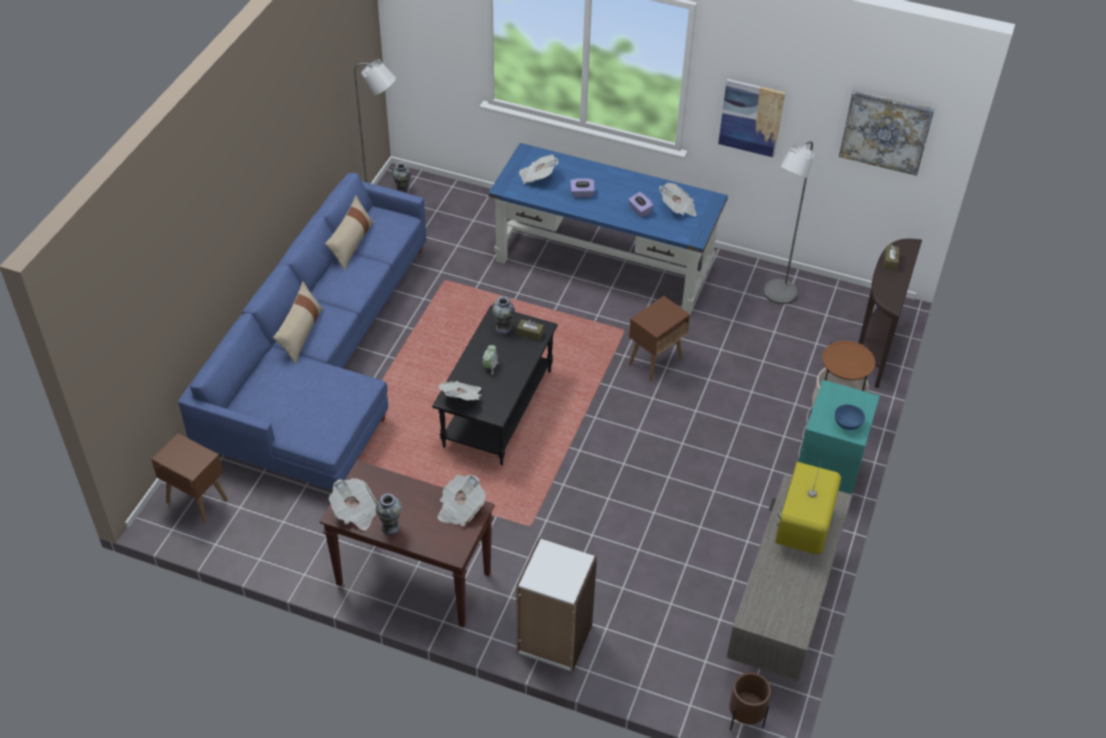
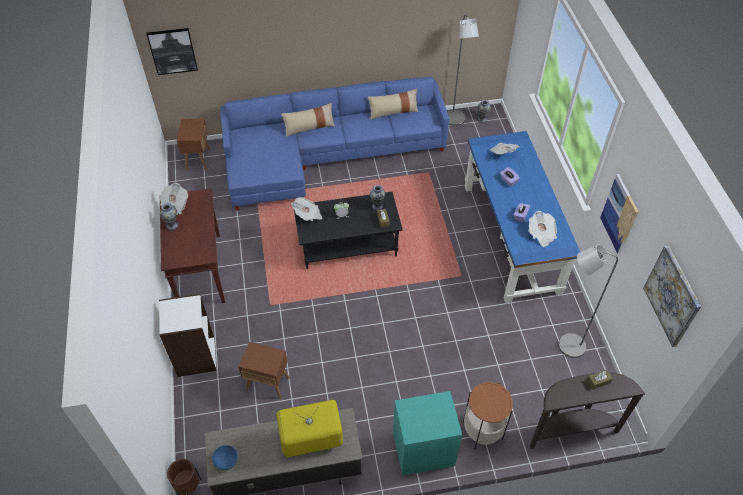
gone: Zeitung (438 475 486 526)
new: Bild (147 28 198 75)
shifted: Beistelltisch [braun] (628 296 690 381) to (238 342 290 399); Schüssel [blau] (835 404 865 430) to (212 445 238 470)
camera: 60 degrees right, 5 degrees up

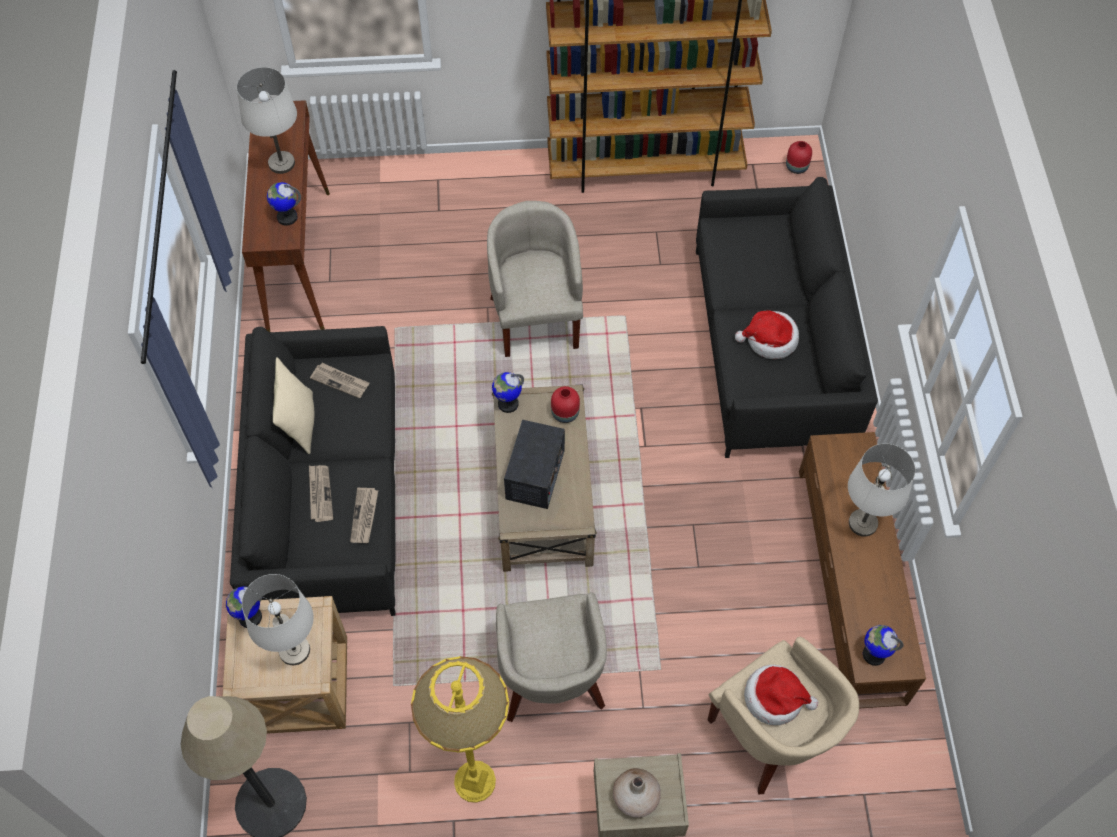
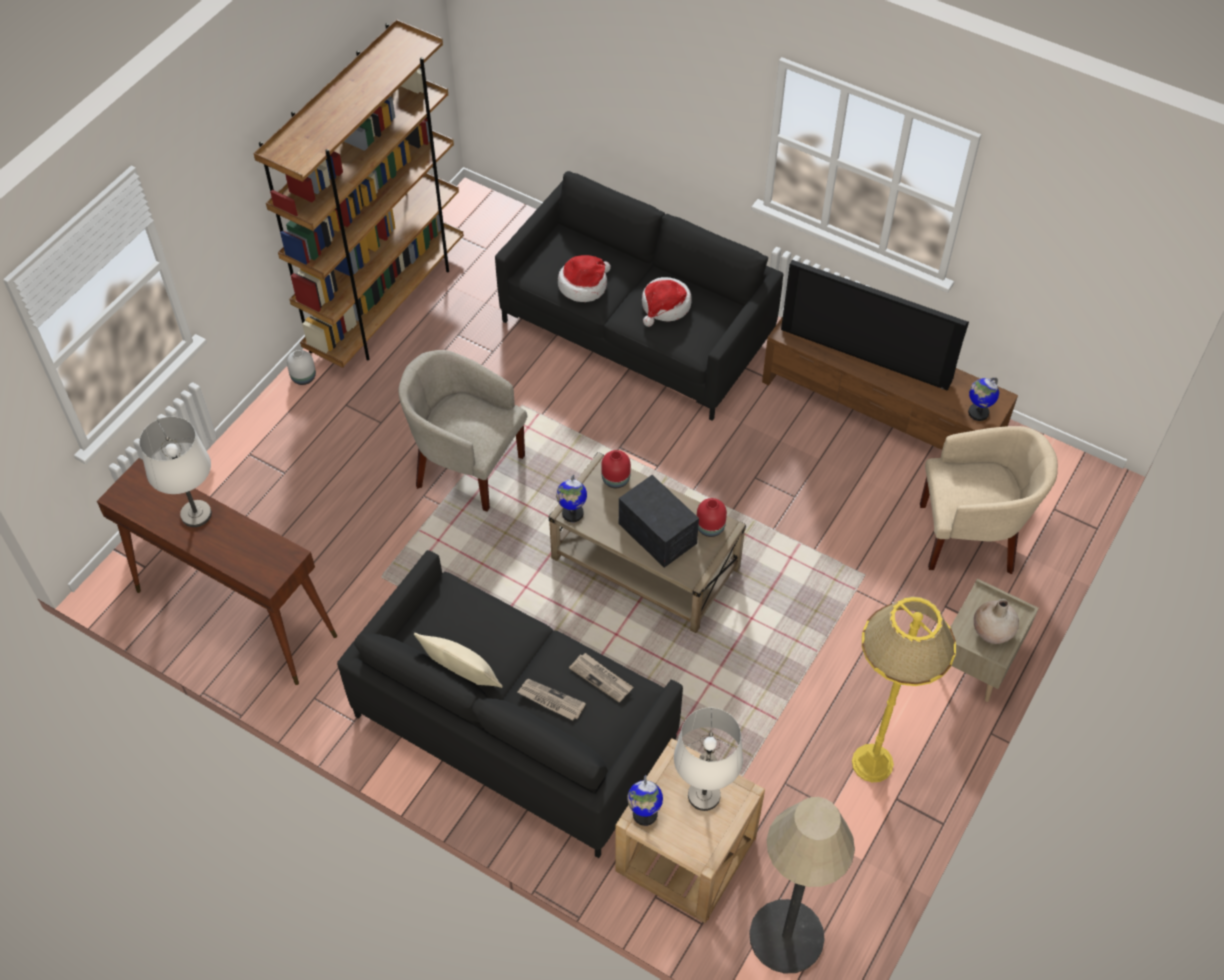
gone: Globus (267 182 301 226); Zeitung (310 363 369 398); Sessel [beige] (496 592 607 722)
new: Vase [weiß] (287 350 316 385)
shifted: Vase [rot] (786 141 812 174) to (697 498 727 537); Hut (744 665 818 725) to (558 255 611 302)
swapped: Tischlampe [weiß] (848 443 915 536) to Fernseher (781 260 969 391)
camera: 55 degrees left, 5 degrees down

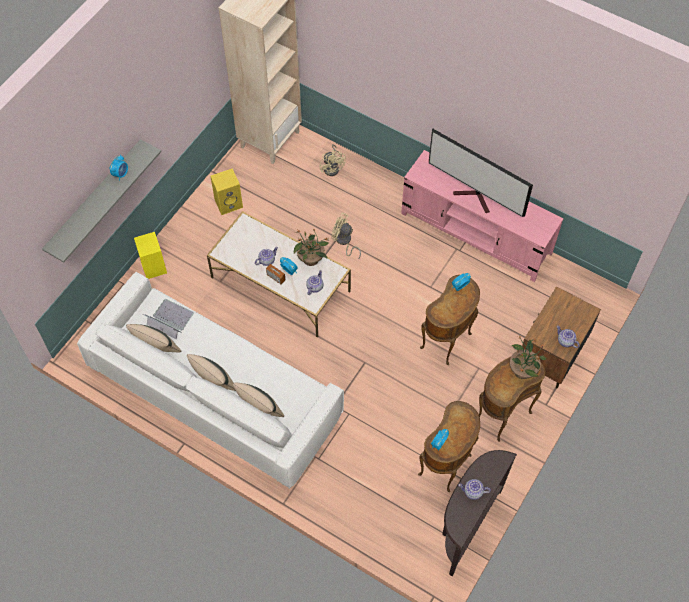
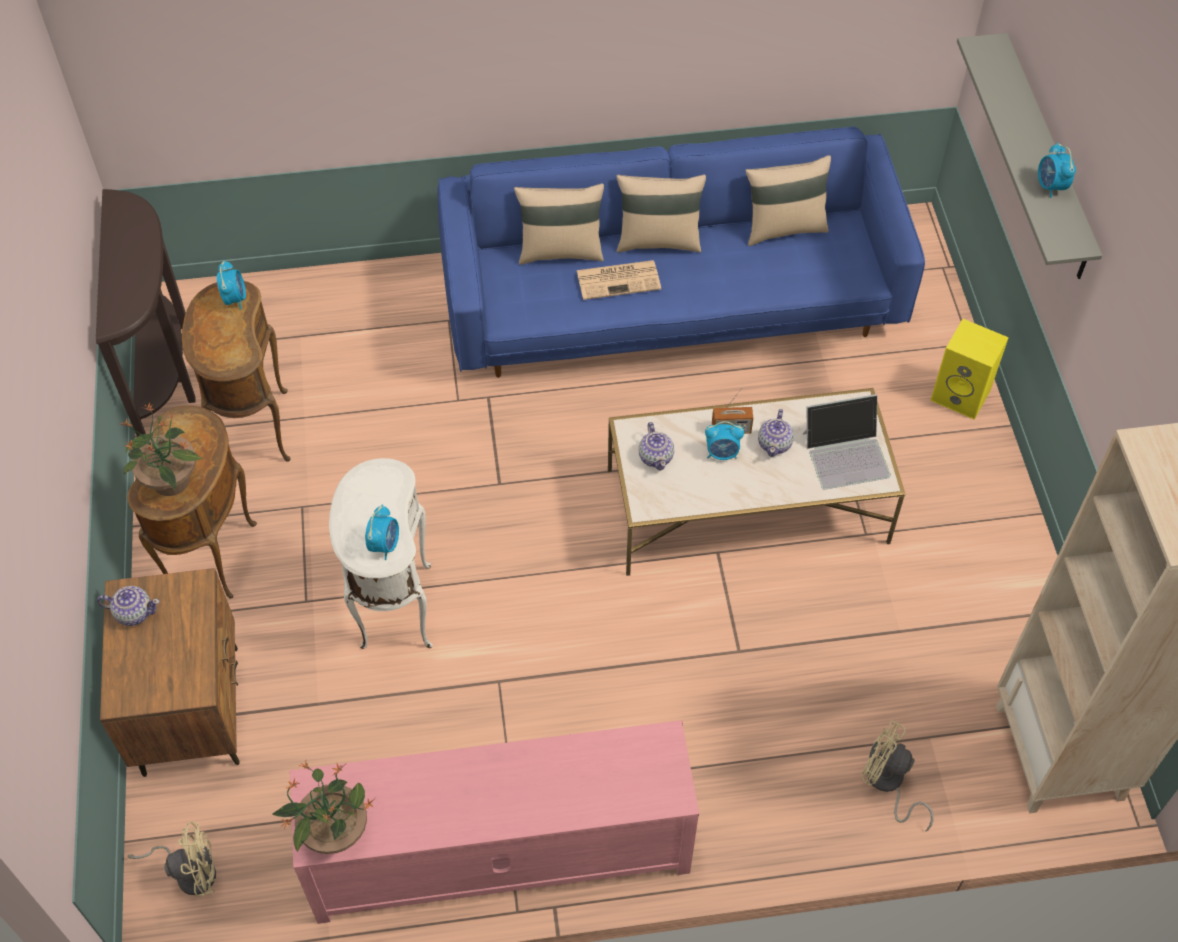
gone: Fernseher (429 128 533 217); Lautsprecher [gelb] (210 168 243 215); Teekanne (458 479 491 500)
new: Zeitung (577 260 661 300)
shifted: Ventilator [beige] (331 213 361 259) to (128 822 216 897); Topfpflanze (294 229 329 266) to (272 761 373 854); Laptop (143 299 194 339) to (803 394 891 490)
repainted: Sofa [weiß] (77 272 344 489) to Sofa [blau] (437 127 925 378); Beistelltisch [braun] (420 275 480 365) to Beistelltisch [weiß] (329 458 433 649)
camera: 140 degrees right, 5 degrees down

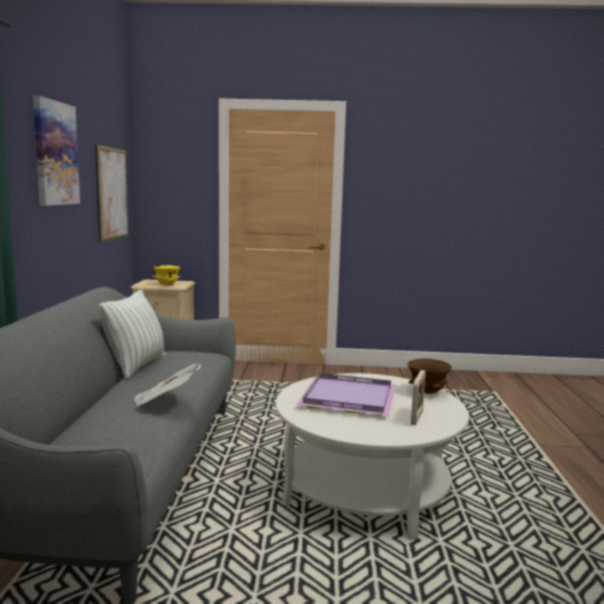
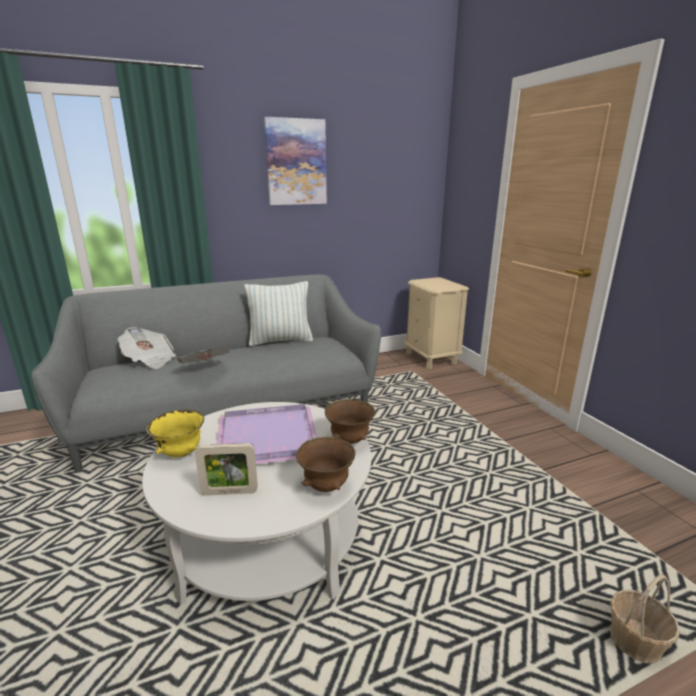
gone: Bild (96 145 129 242)
new: Zeitung (118 327 176 369); Schüssel [braun] (325 399 375 444); Korb (610 574 680 663)
shifted: Schüssel [gelb] (153 265 181 285) to (146 409 204 457)
camera: 65 degrees right, 10 degrees up

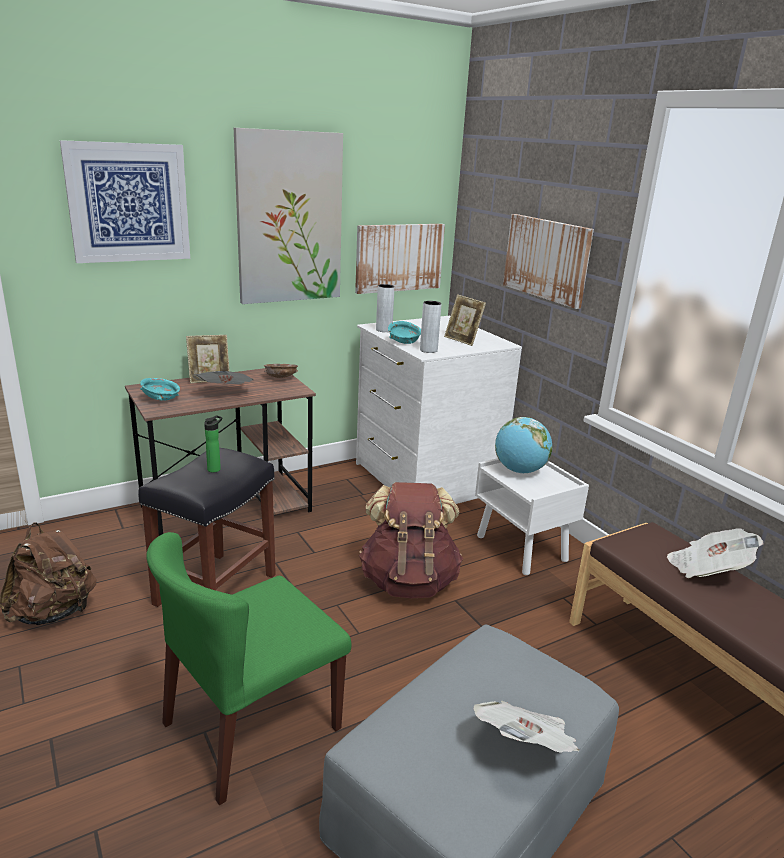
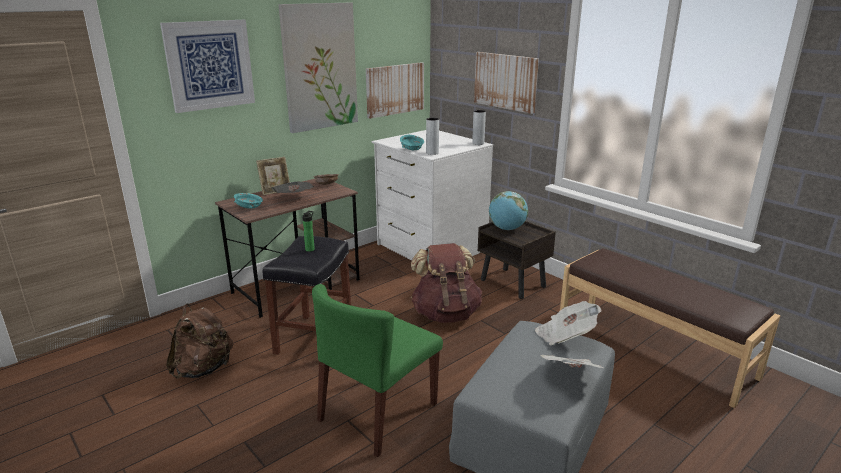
gone: Bilderrahmen (444 294 486 346)
shifted: Vase [grau] (376 284 395 332) to (472 110 486 145); Zeitung (667 528 764 578) to (535 301 602 345)
repainted: Nachttisch [weiß] (475 458 589 575) to Nachttisch [braun] (478 221 556 299)
camera: 10 degrees left, 0 degrees up

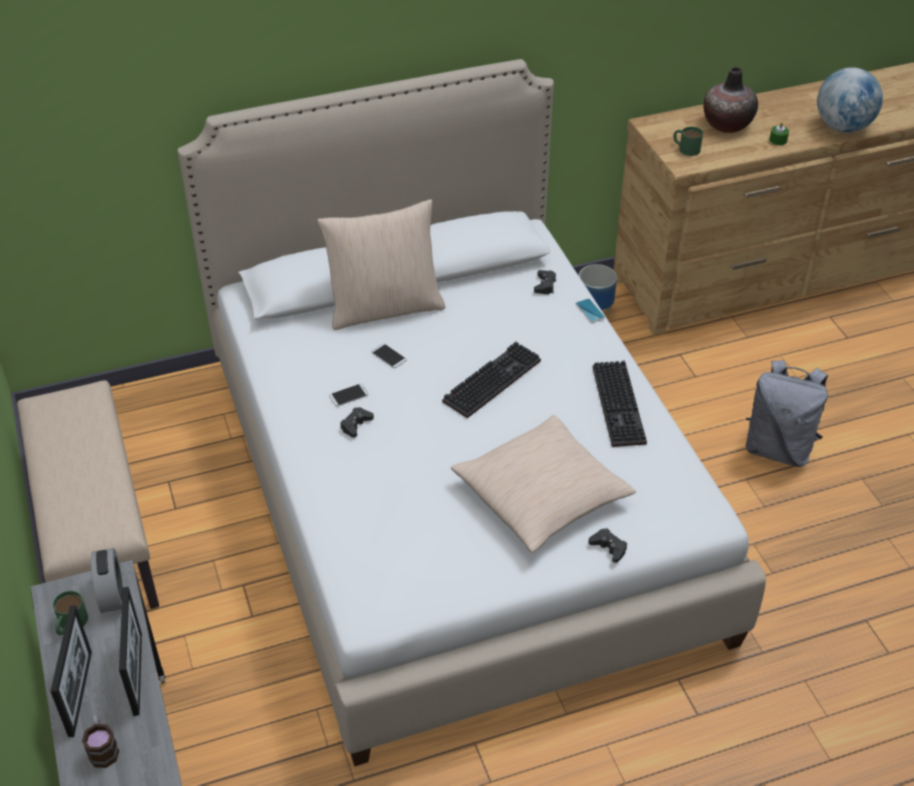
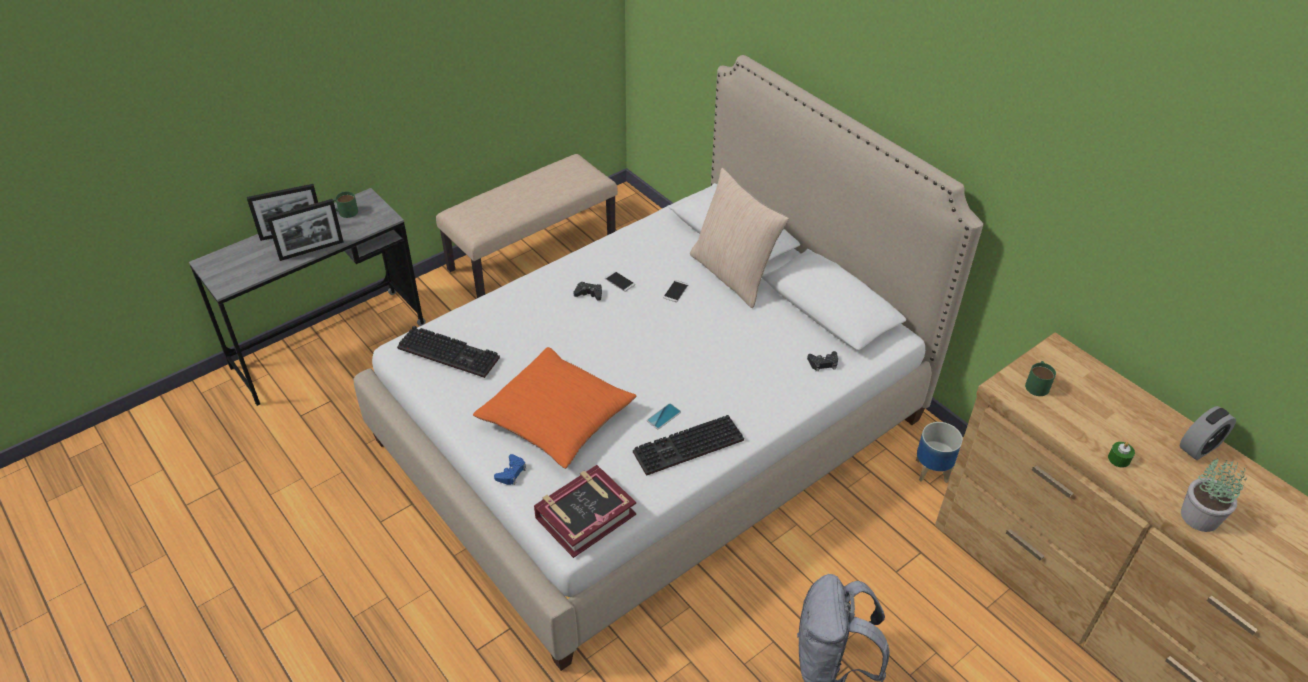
gone: Vase (703 67 758 133); Henkelbecher (82 715 119 768)
new: Buch (534 465 636 558)
shifted: Handy (575 299 605 323) to (647 403 681 429); Tastatur (442 342 541 418) to (397 325 500 378); Wecker (91 548 123 613) to (1180 406 1236 460)
swapped: Globus (817 67 883 132) to Topfpflanze (1181 458 1247 532)
repainted: Kissen [beige] (451 415 636 552) to Kissen [orange] (473 347 637 469); Gamepad [schwarz] (588 528 627 563) to Gamepad [blau] (494 454 526 485)
camera: 70 degrees right, 0 degrees up

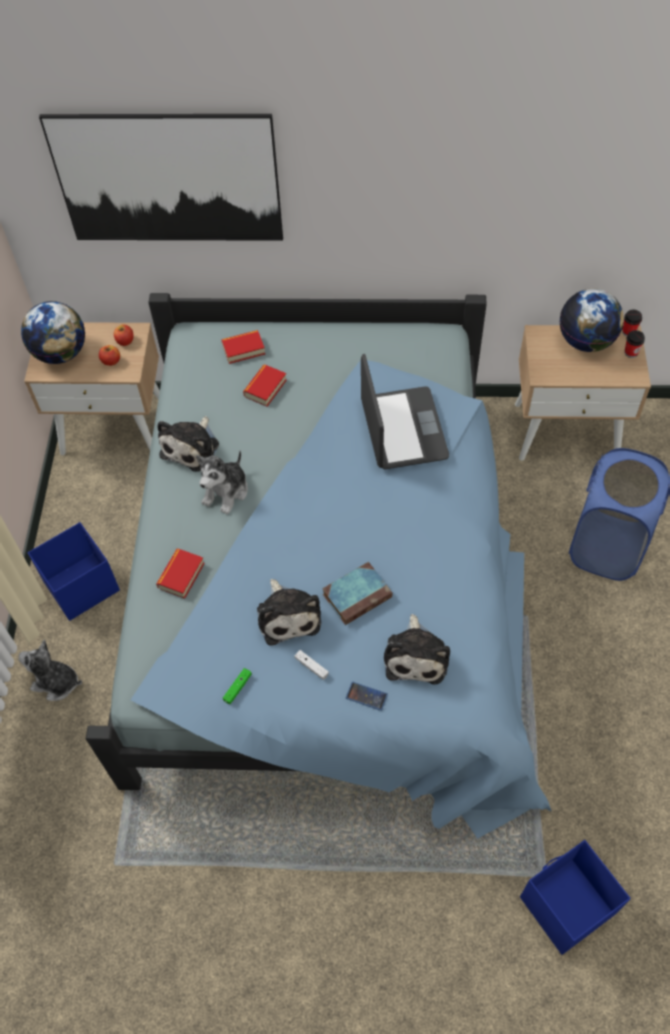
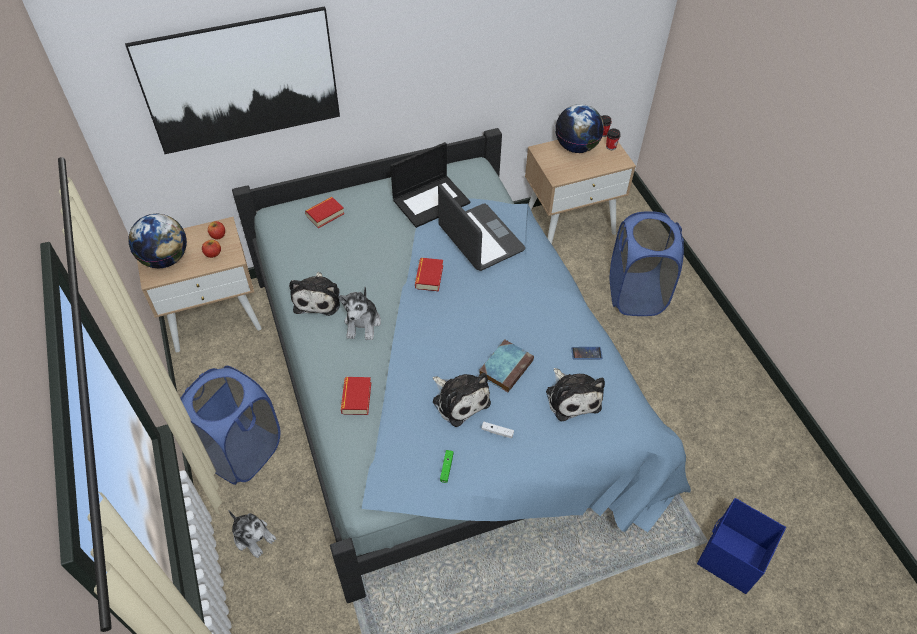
new: Laptop (390 142 470 228)
shifted: Buch (243 365 287 406) to (415 258 443 291); Handy (346 682 388 711) to (571 347 603 360)
swapped: Aufbewahrungsbox [blau] (28 522 120 621) to Wäschekorb [blau] (180 366 280 485)
rotated: Plüschtier (18 640 82 701) = (228 510 276 558) 135 degrees counterclockwise
camera: 25 degrees left, 5 degrees down

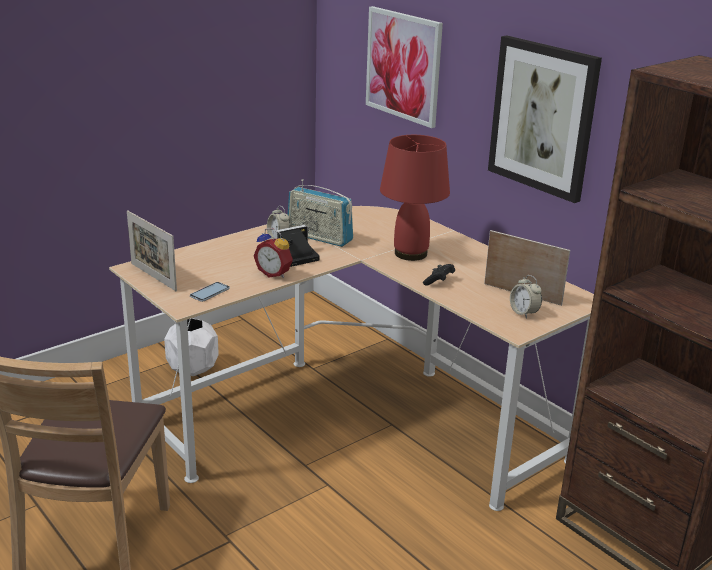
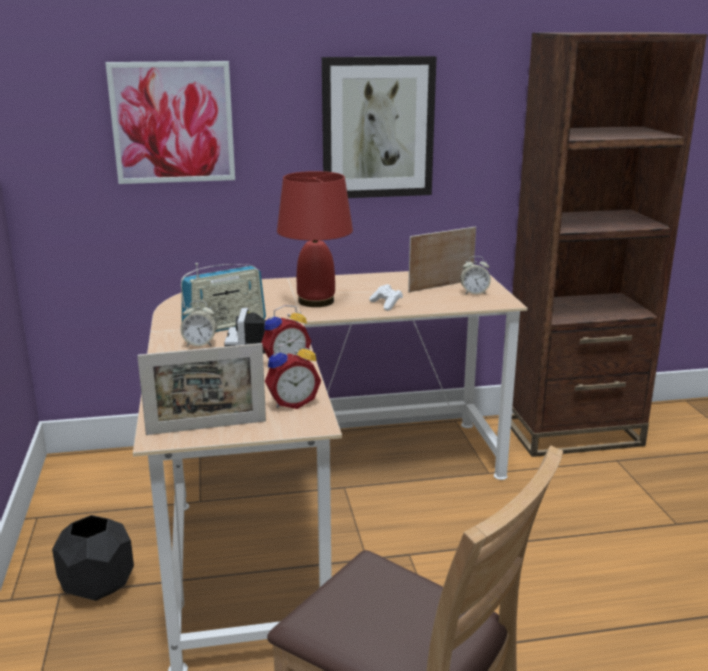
swapped: Handy (190 282 230 302) to Wecker (265 340 321 409)
repainted: Gamepad [schwarz] (423 264 455 285) to Gamepad [weiß] (369 284 403 311); Pflanzkübel [weiß] (164 318 219 376) to Pflanzkübel [schwarz] (52 515 134 601)
camera: 60 degrees left, 5 degrees down

